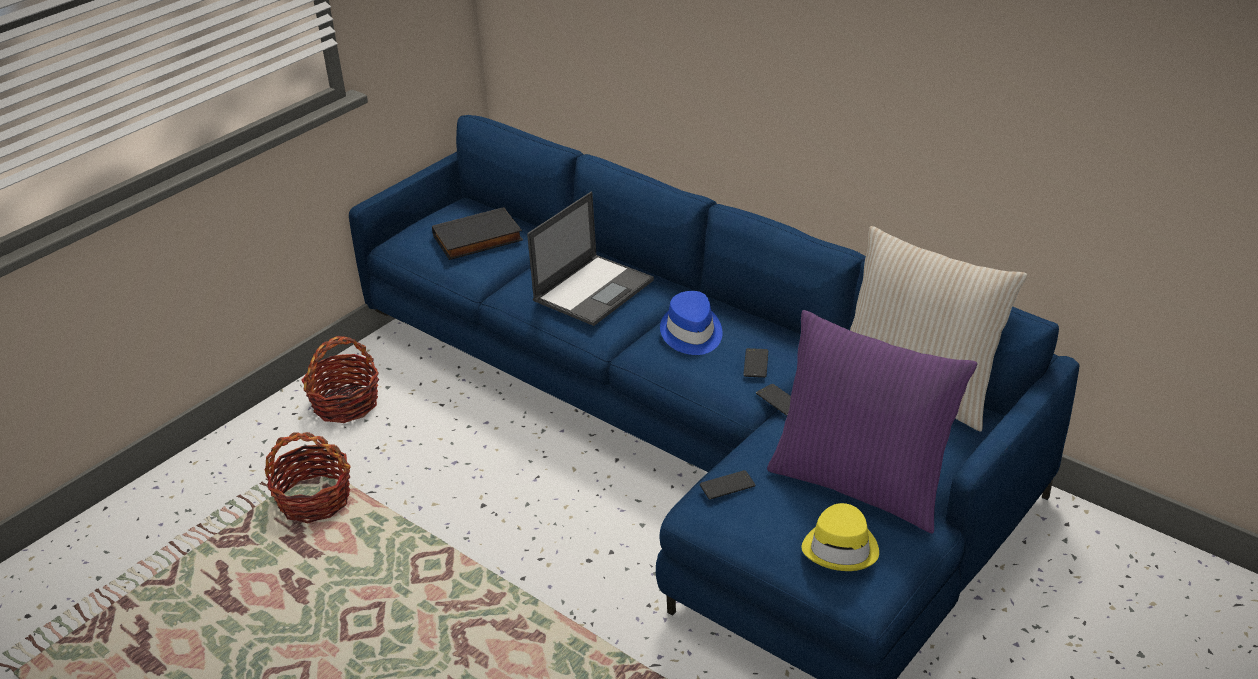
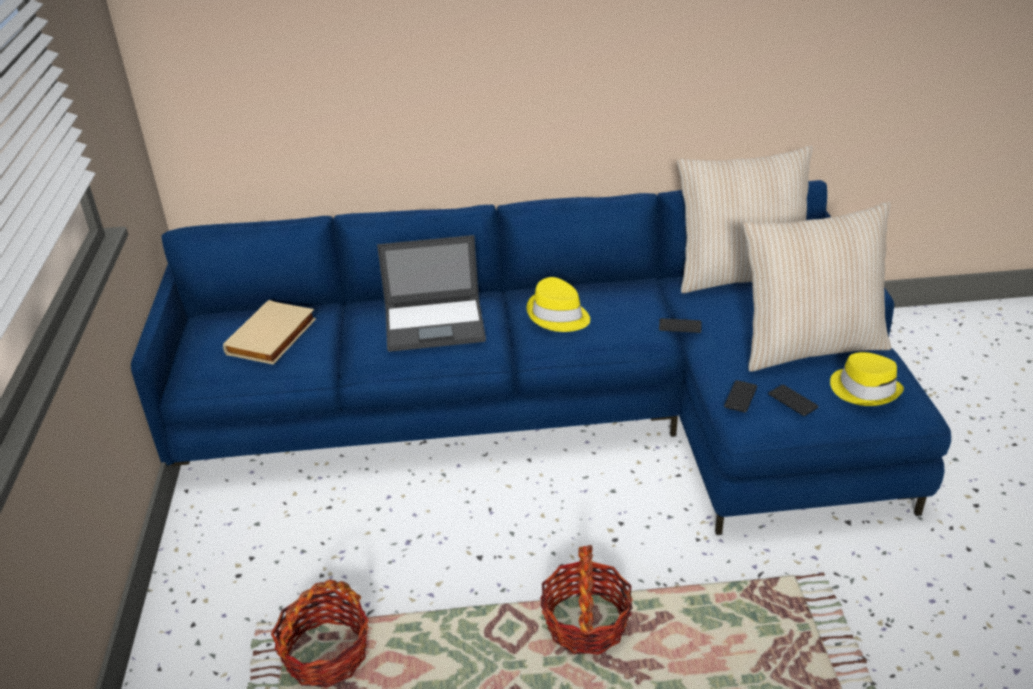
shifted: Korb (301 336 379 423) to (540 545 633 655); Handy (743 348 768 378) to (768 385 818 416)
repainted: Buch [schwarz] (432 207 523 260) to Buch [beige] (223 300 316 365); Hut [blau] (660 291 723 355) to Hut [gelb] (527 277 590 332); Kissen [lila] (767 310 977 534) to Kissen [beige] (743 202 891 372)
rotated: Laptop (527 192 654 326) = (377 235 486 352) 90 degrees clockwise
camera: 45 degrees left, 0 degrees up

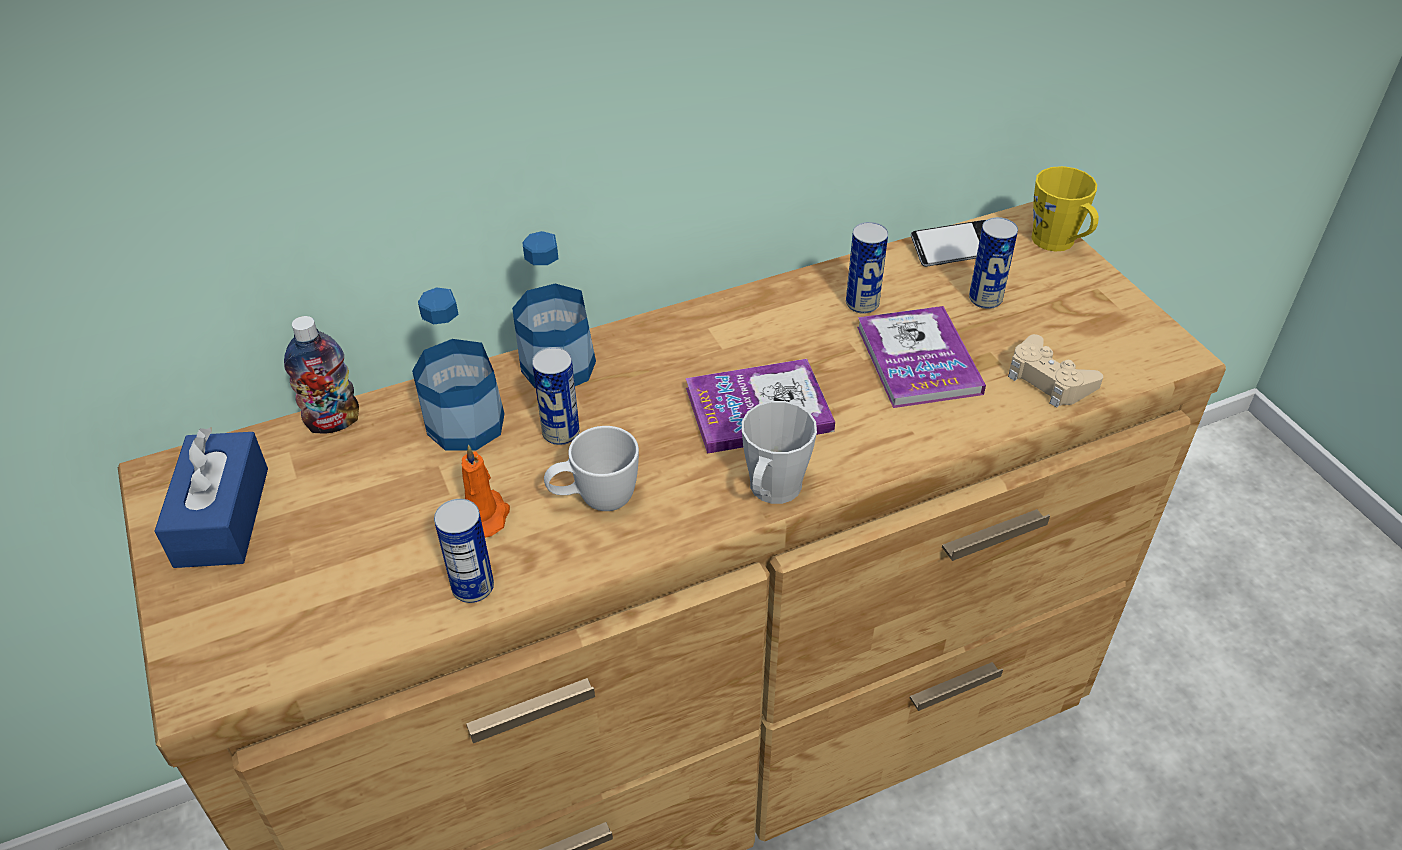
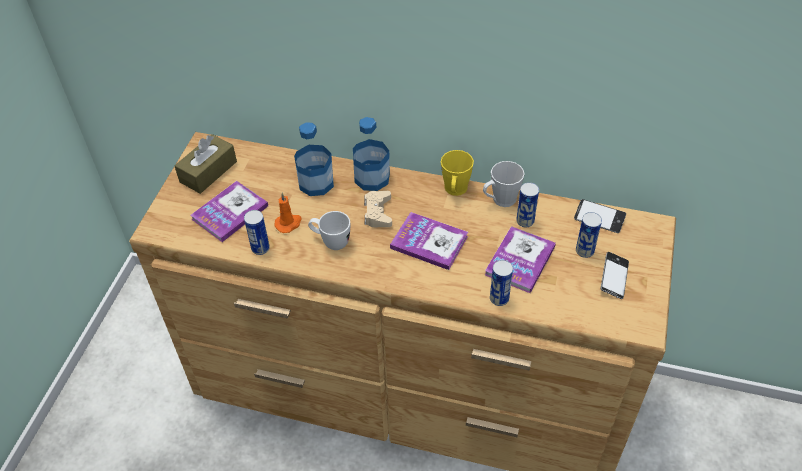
gone: Flasche (284 316 359 434)
new: Buch (190 181 268 242); Handy (601 252 629 299)
shifted: Henkelbecher [gelb] (1031 166 1099 252) to (441 150 474 196); Gamepad [beige] (1008 334 1103 408) to (364 191 392 227); Dose (532 347 580 445) to (490 260 513 306); Henkelbecher [grau] (742 401 817 504) to (483 161 525 207)
repainted: Taschentuchbox [blau] (154 427 268 568) to Taschentuchbox [braun] (174 134 237 194)
camera: 40 degrees right, 5 degrees up

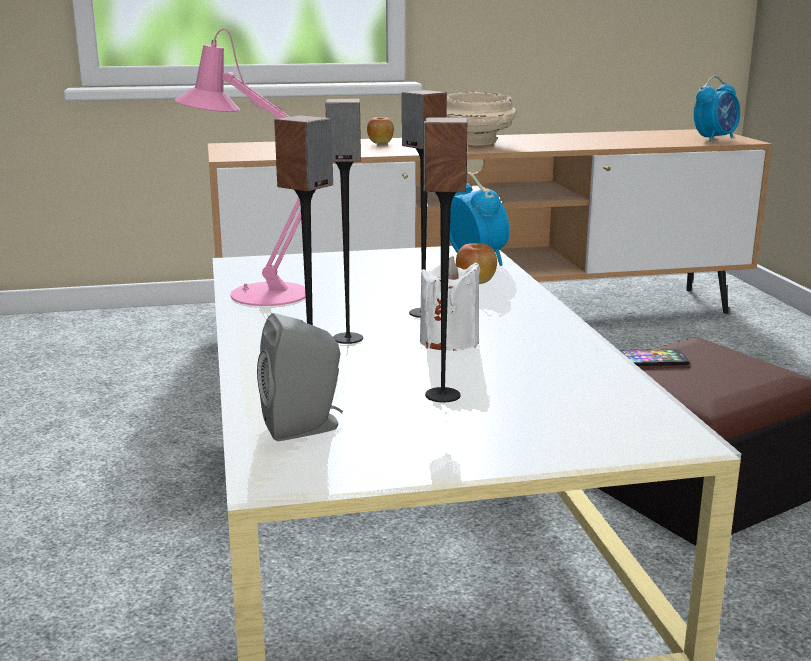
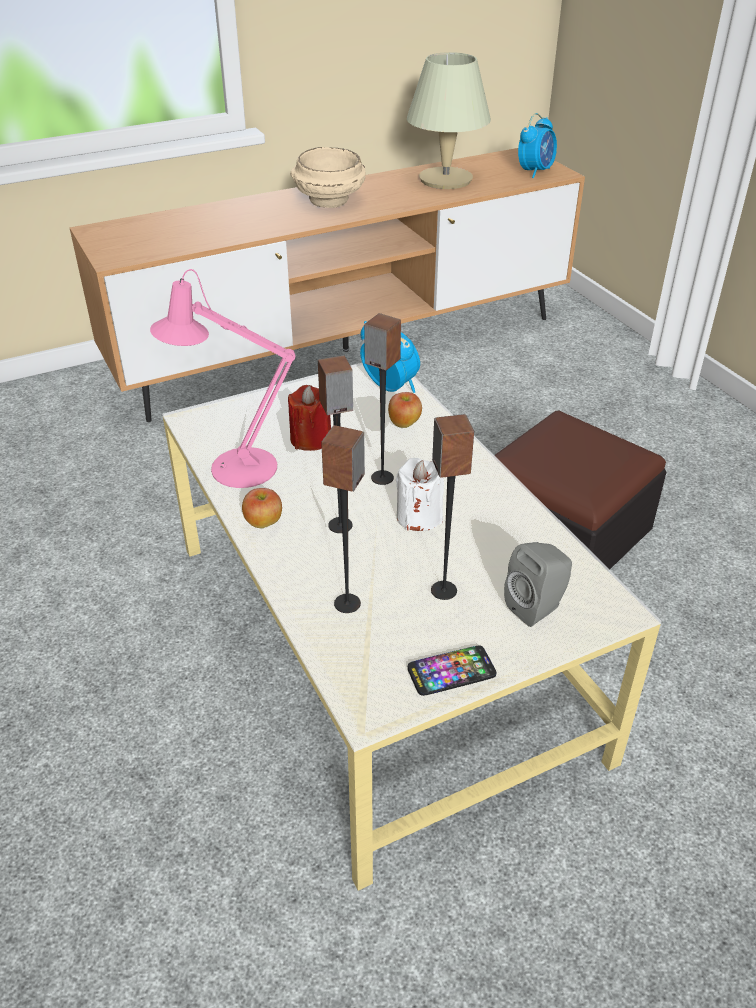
new: Tischlampe [beige] (407 52 491 189); Kerze [rot] (288 385 331 451)
shifted: Apfel (367 117 394 144) to (242 488 282 528); Lautsprecher [grau] (257 313 343 441) to (504 542 572 627); Handy (619 349 689 366) to (408 645 496 696)
camera: 15 degrees left, 20 degrees up

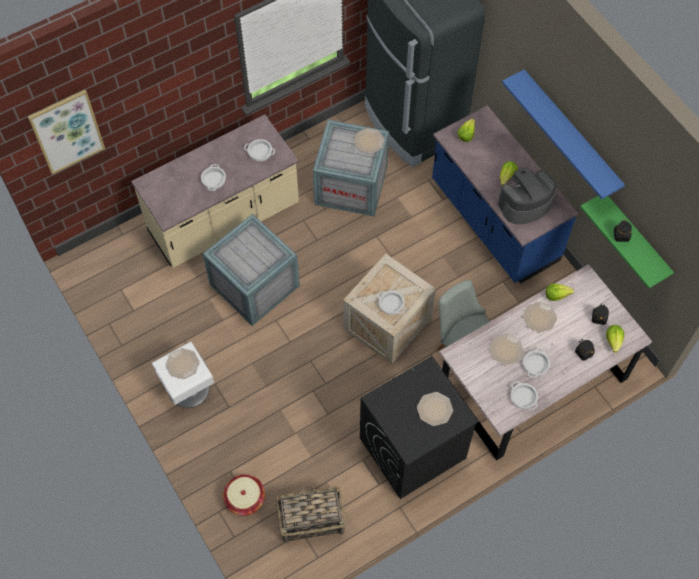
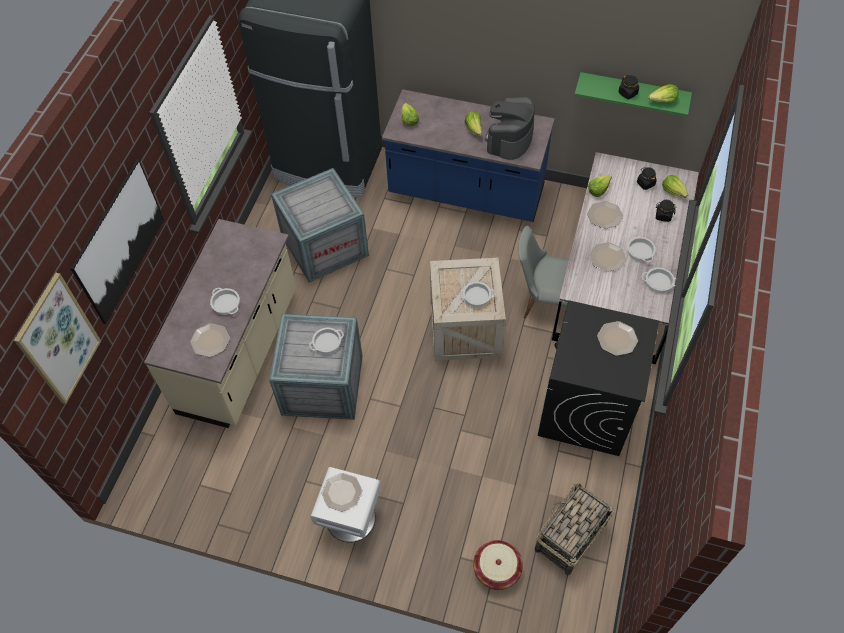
gone: Wandregal [blau] (502 69 625 199)
new: Salatkopf (648 84 679 103); Bild (70 160 164 324)
shifted: Teller (354 128 384 154) to (190 323 230 357); Kochtopf (244 139 275 162) to (309 327 344 354)
camera: 40 degrees left, 5 degrees down

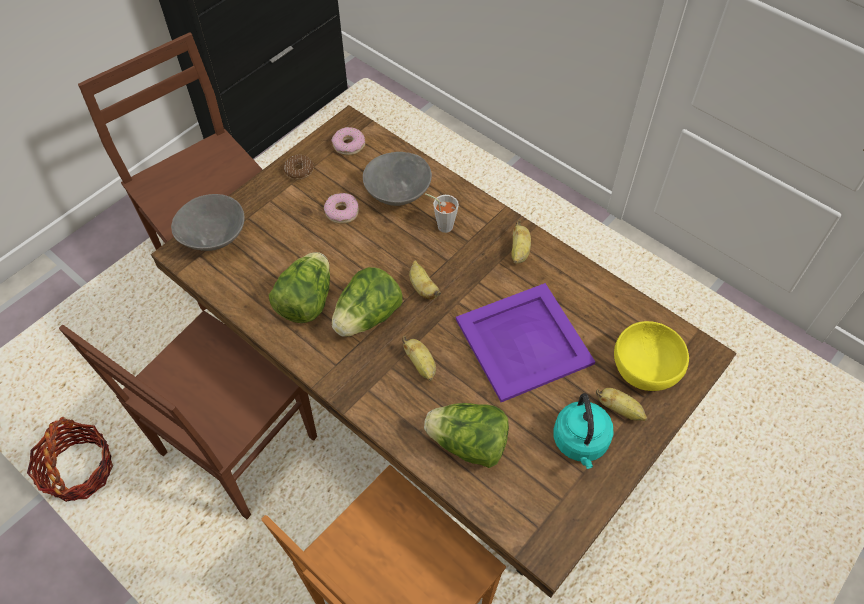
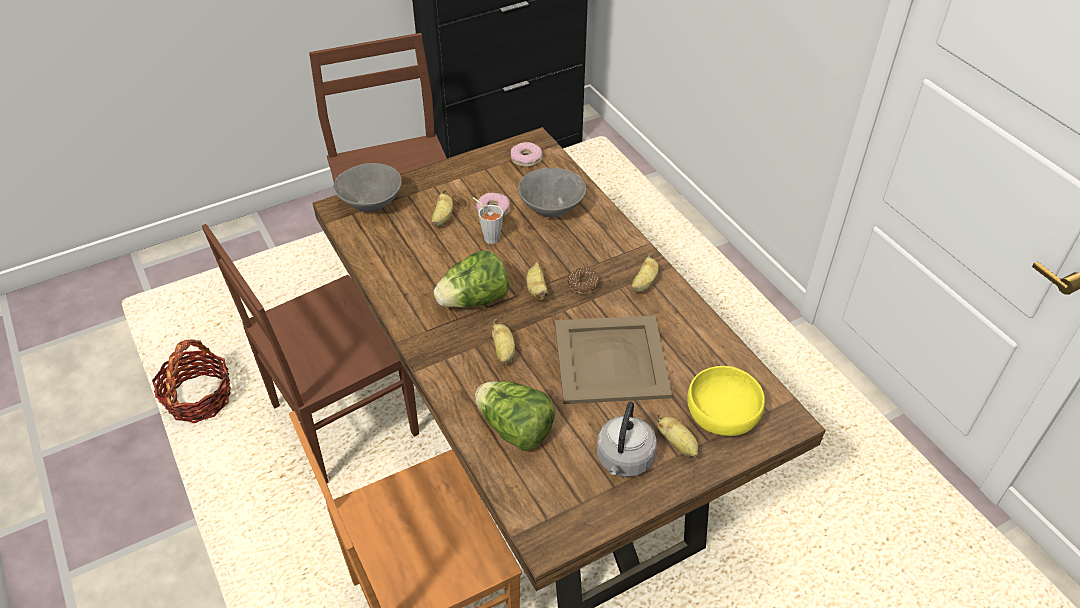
gone: Salatkopf (269 252 330 323)
new: Banane (431 189 453 226)
shifted: Donut (283 155 314 180) to (568 267 601 294); Tasse [grau] (425 193 459 233) to (473 197 503 244)
repainted: Tablett [lila] (456 283 595 402) to Tablett [beige] (555 315 672 404); Wasserkessel [türkis] (554 393 614 469) to Wasserkessel [grau] (597 401 657 477)
camera: 20 degrees right, 10 degrees down

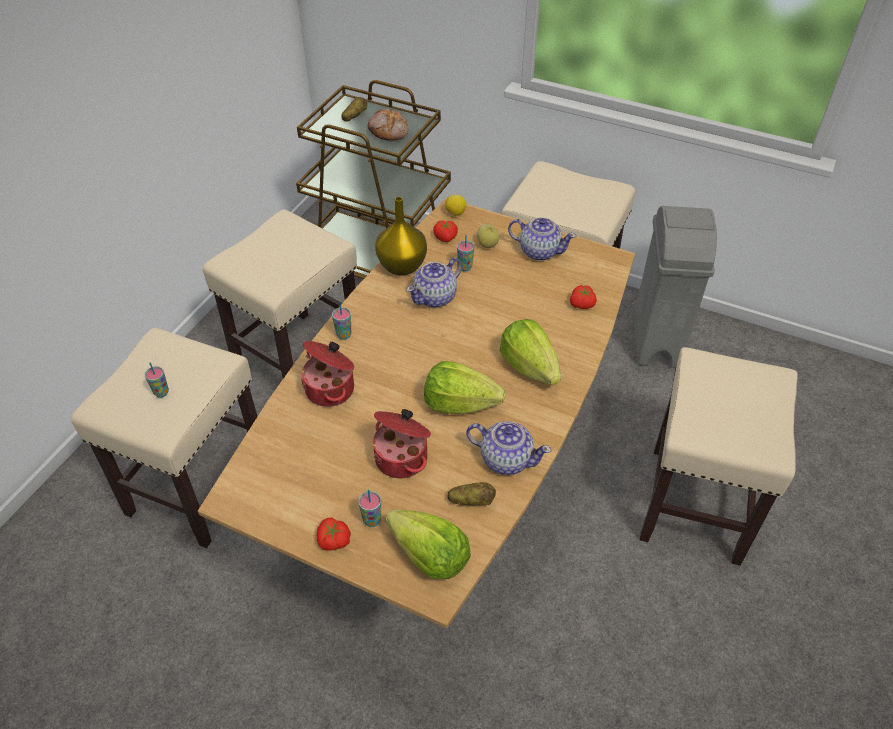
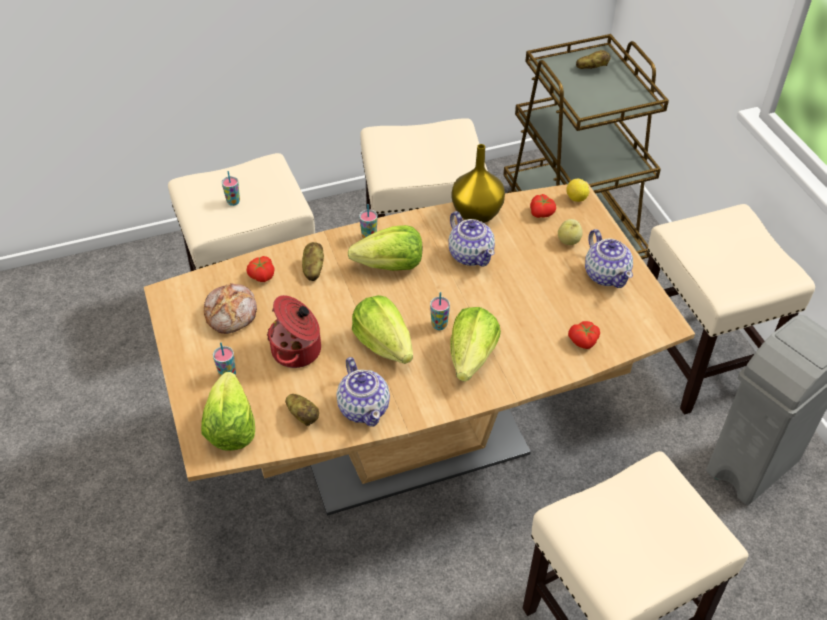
new: Salatkopf (348 225 422 271)
shifted: Brot (368 109 409 141) to (204 283 257 334); Tasse (457 235 474 271) to (430 292 450 330); Tomate (317 517 351 551) to (246 256 274 282)
swapped: Kochtopf (301 341 355 407) to Kartoffel (302 242 324 281)
rotated: Teekanne (406 257 462 308) = (449 211 495 266) 120 degrees counterclockwise
camera: 45 degrees right, 0 degrees up

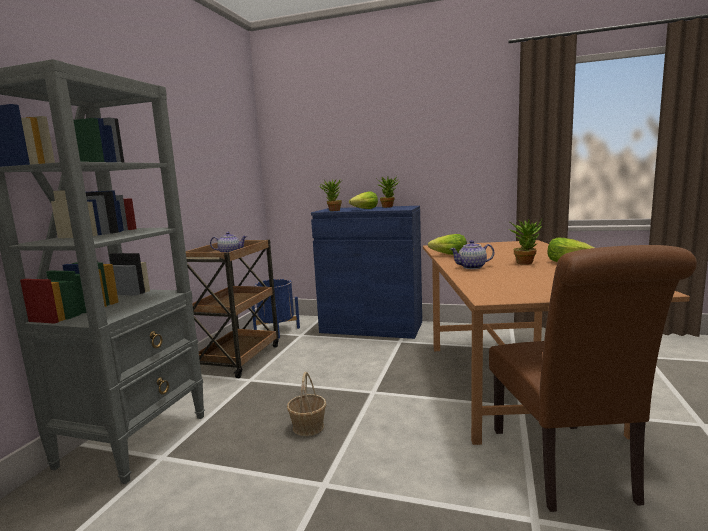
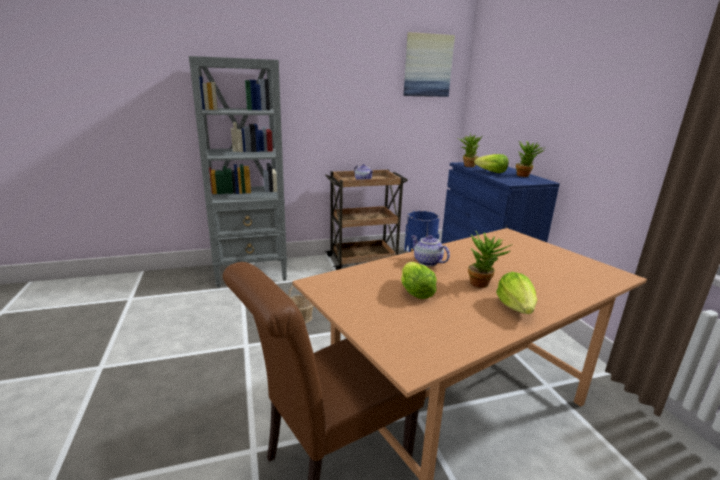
new: Bild (403 32 455 97)
shifted: Salatkopf (428 234 467 255) to (401 262 437 299)
camera: 55 degrees right, 10 degrees up

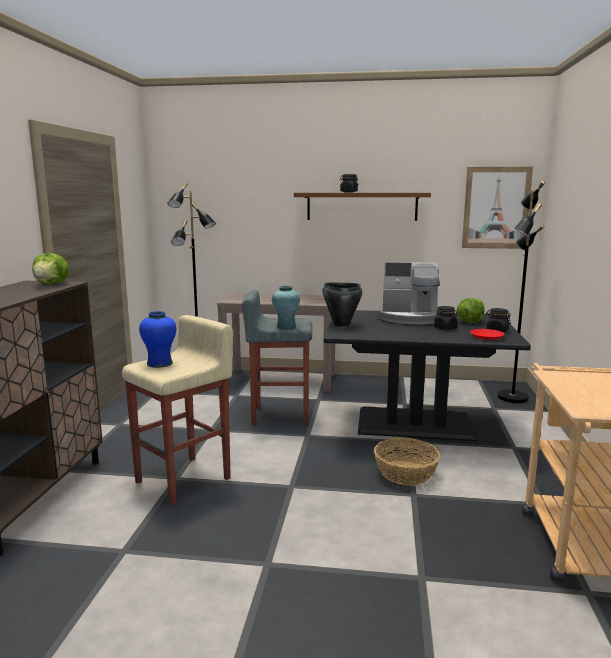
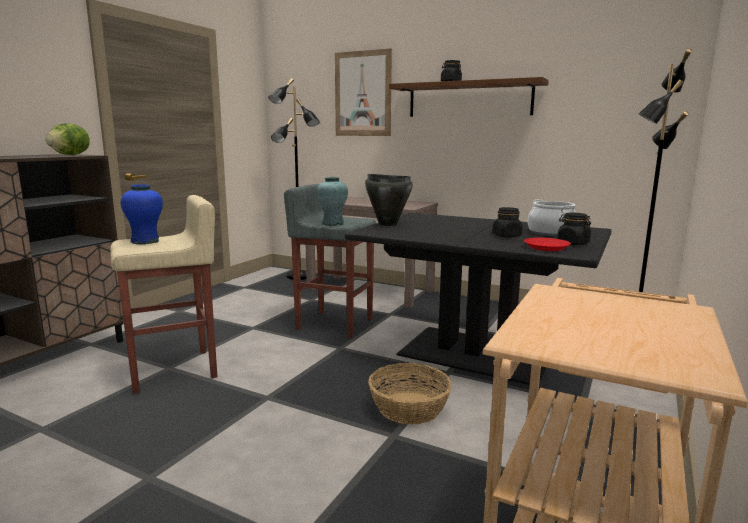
gone: Kaffeemaschine (378 262 440 324)
shifted: Bild (462 167 533 249) to (335 48 392 136)
swapped: Salatkopf (456 298 485 323) to Kochtopf (528 199 576 236)
camera: 20 degrees right, 0 degrees up

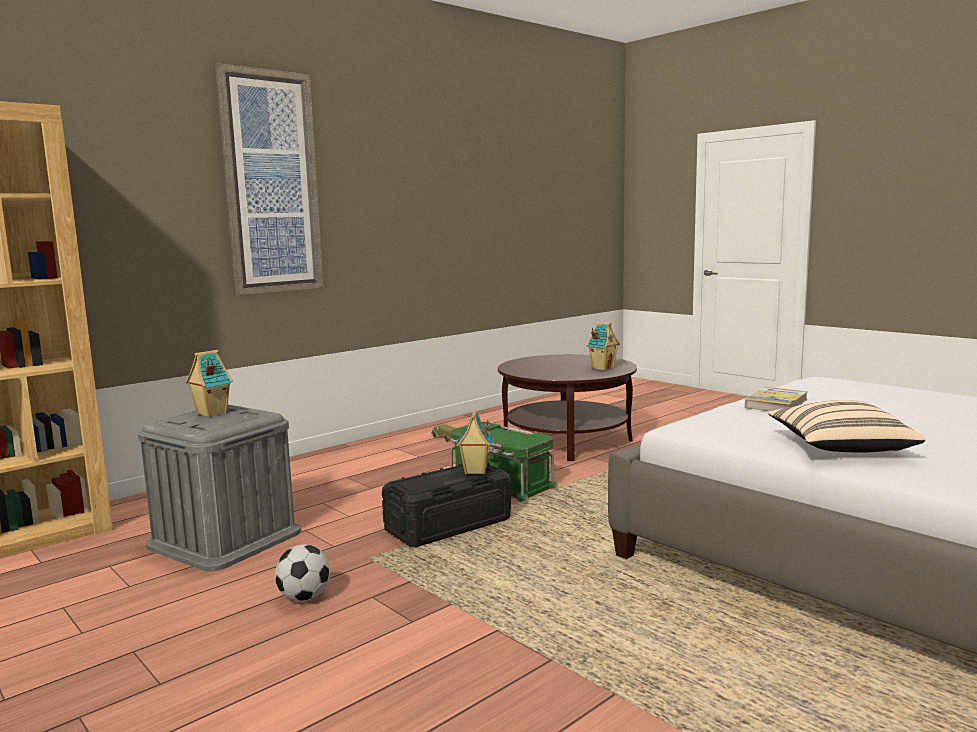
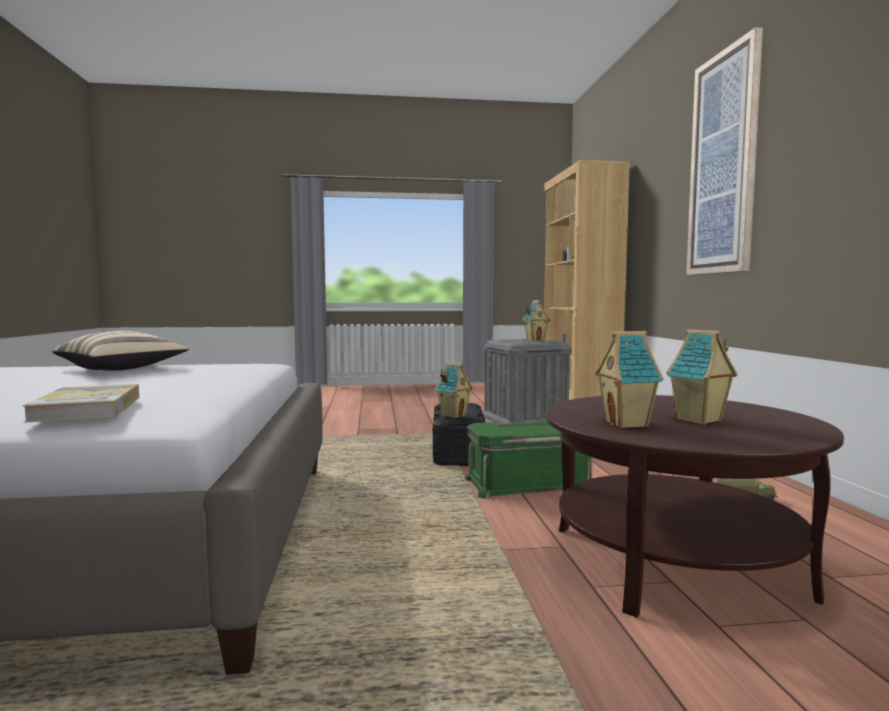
gone: Fußball (275 544 330 602)
new: Spielzeughaus (666 329 738 425)
shifted: Buch (745 387 808 411) to (23 384 139 423)
camera: 125 degrees right, 5 degrees down

